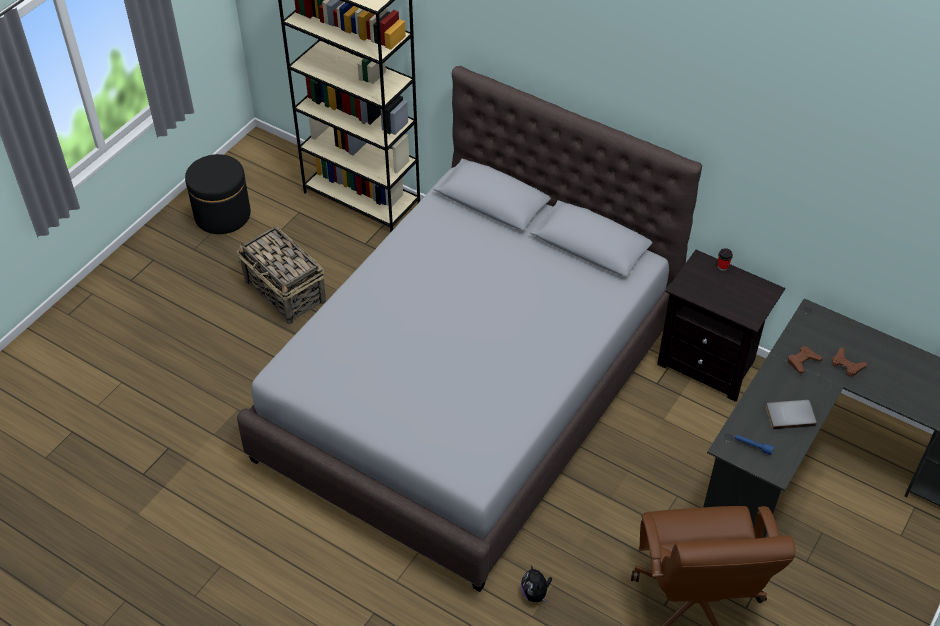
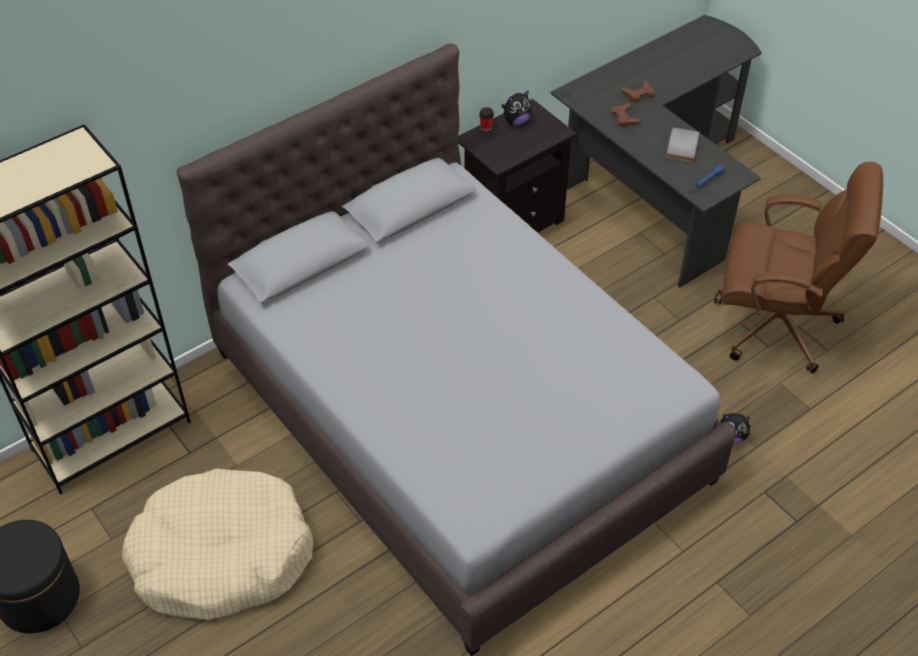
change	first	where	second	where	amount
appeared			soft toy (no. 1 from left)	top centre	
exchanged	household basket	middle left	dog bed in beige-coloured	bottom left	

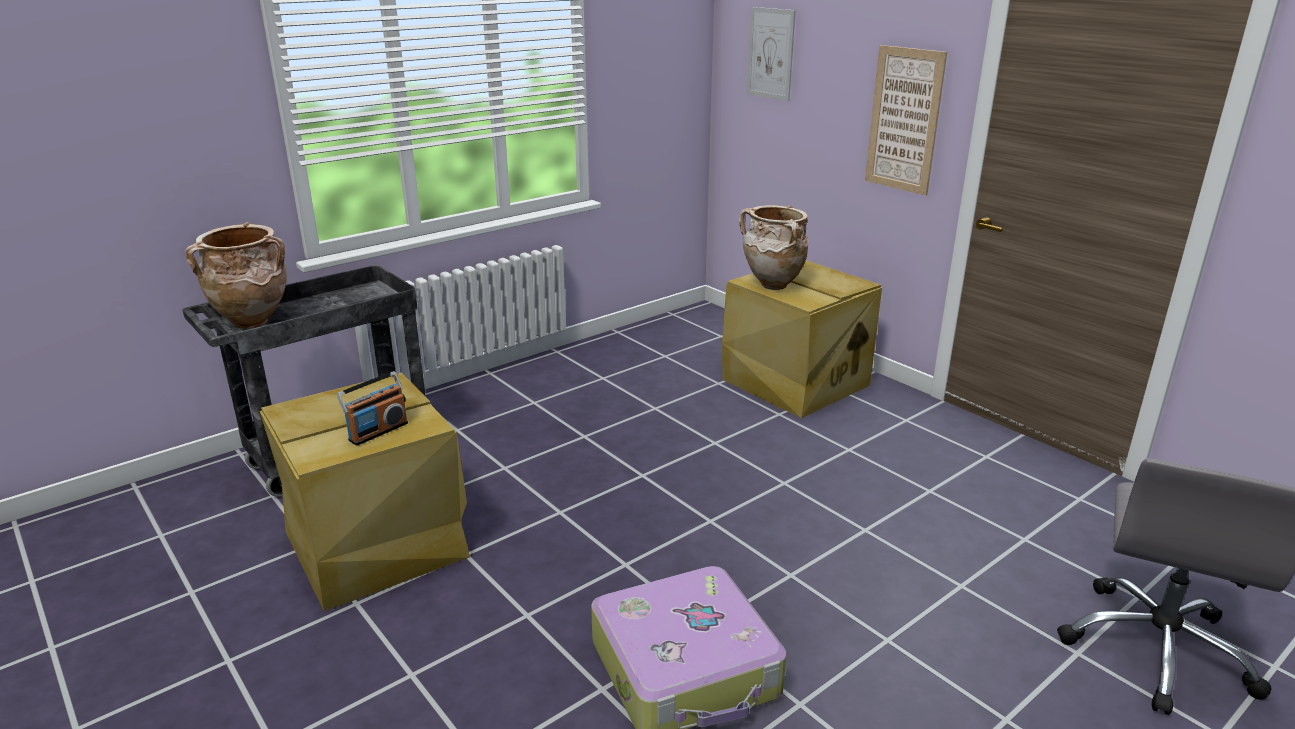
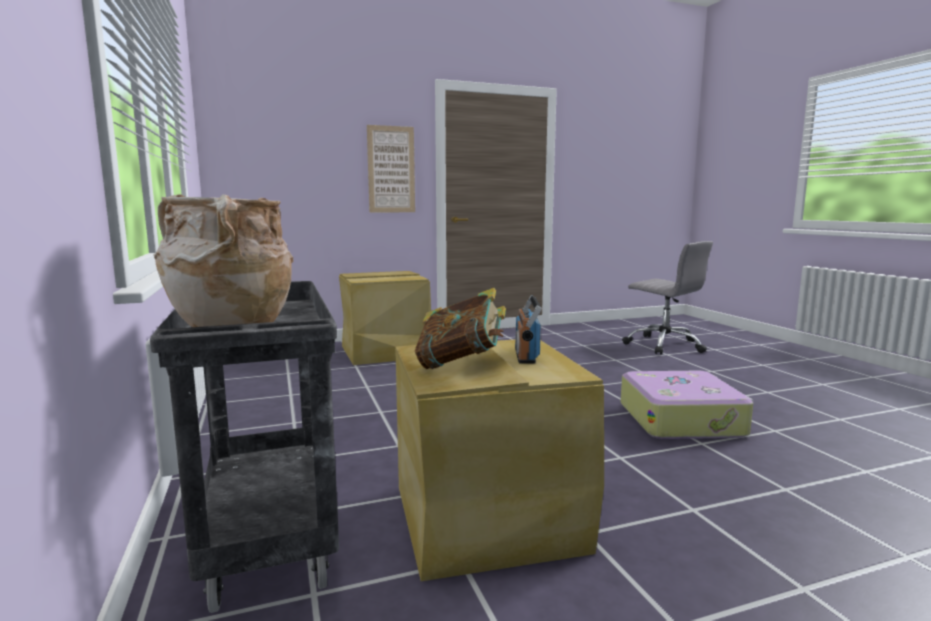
change	first	where	second	where	amount
missing	flower vase in beige-coloured (no. 2 from left)	centre			
missing	wall picture (no. 1 from left)	top centre			
appeared			book	centre	
spun	radio	middle left		centre	150 degrees counterclockwise

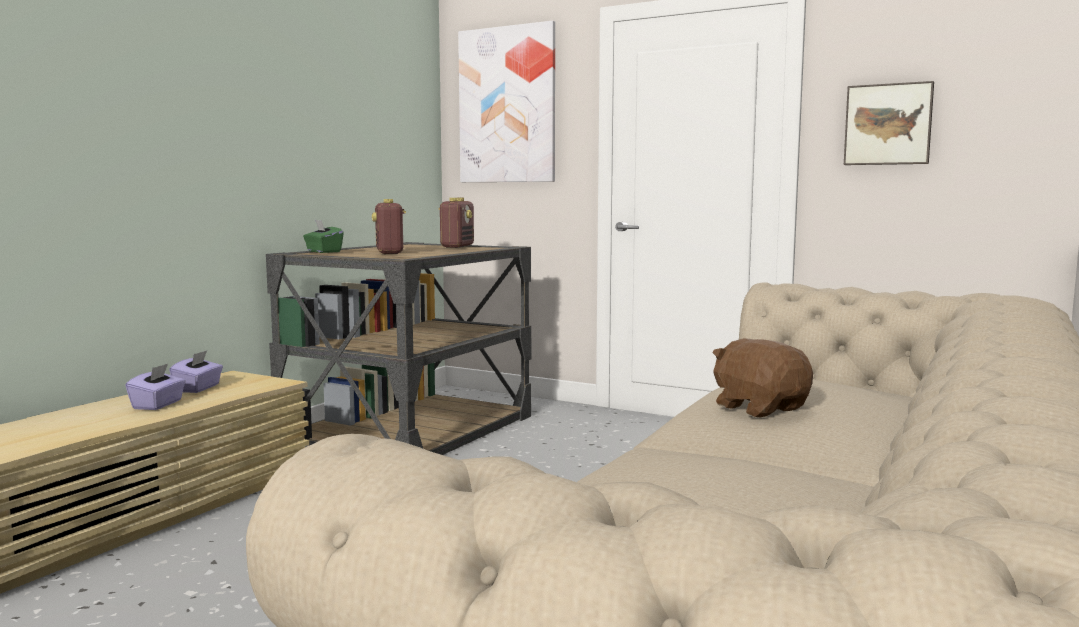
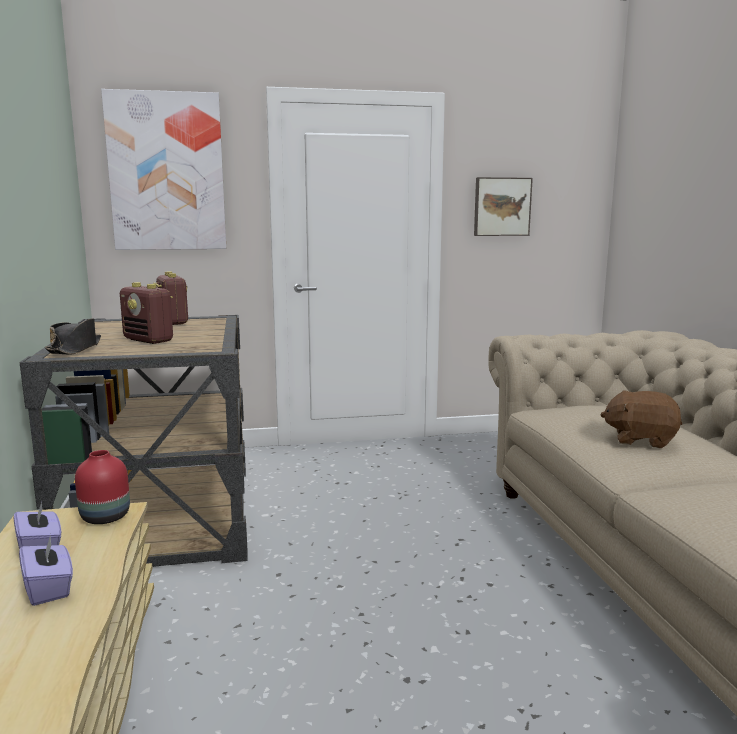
change	first	where	second	where	amount
appeared			flower vase in reddish	middle left	
exchanged	box of tissues in green-coloured	middle left	clothing hat in black	middle left	

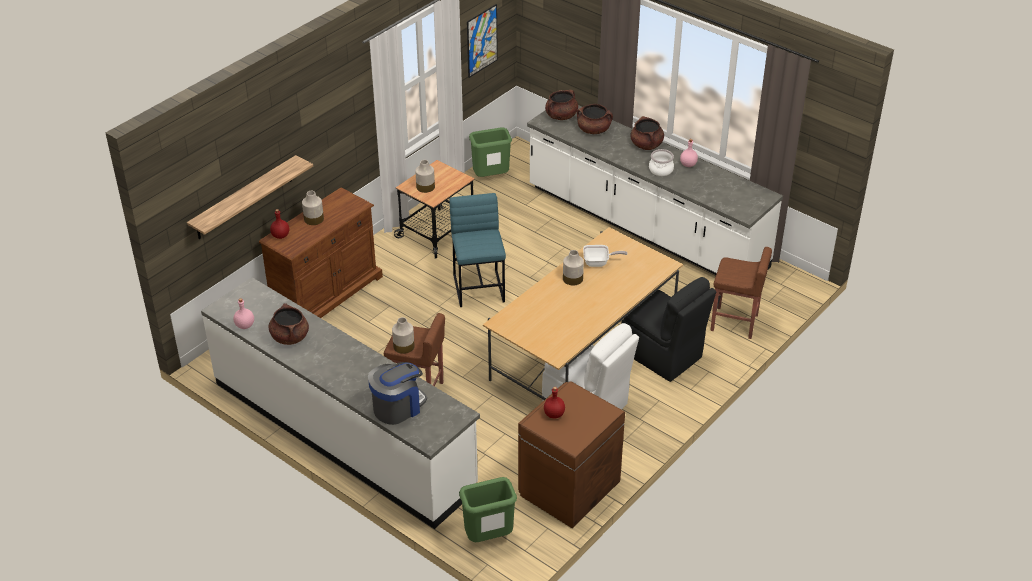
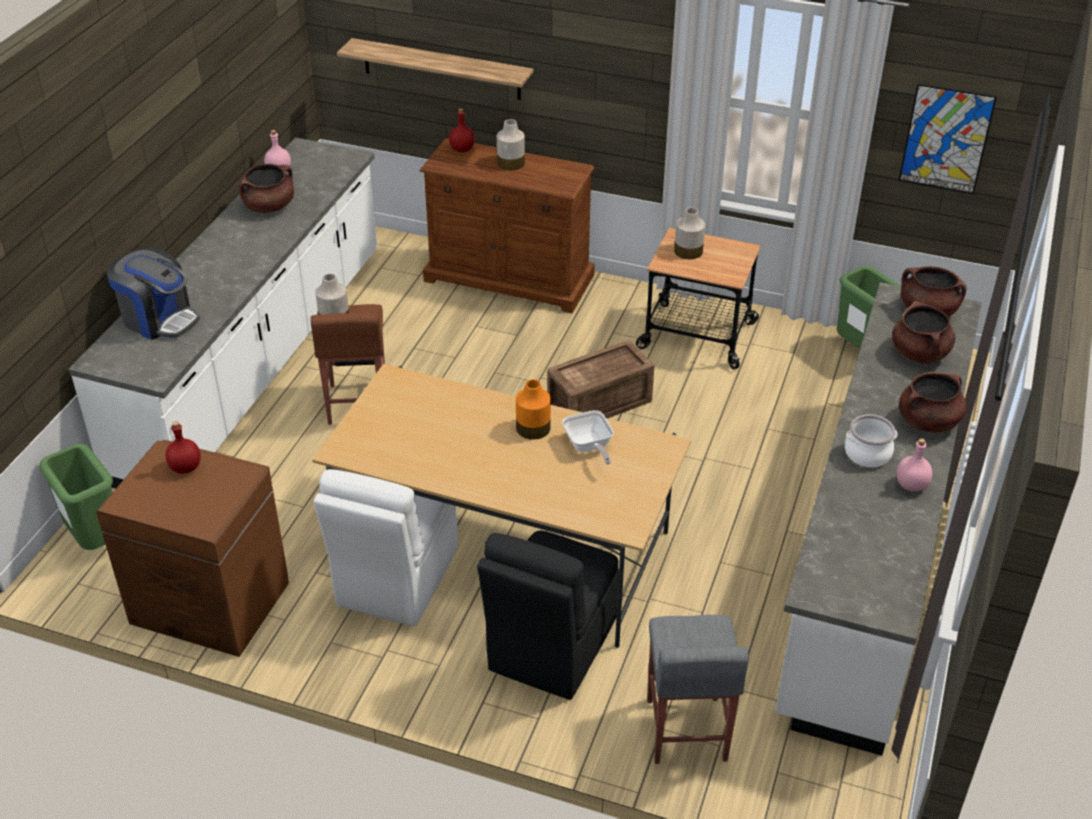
change	first	where	second	where	amount
exchanged	stool in bluish	centre	packing crate	centre	
colour	flower vase in beige-coloured (no. 4 from left)	centre	flower vase in orange-coloured	centre	
colour	stool in brownish (no. 2 from left)	middle right	stool in greyish	bottom centre	

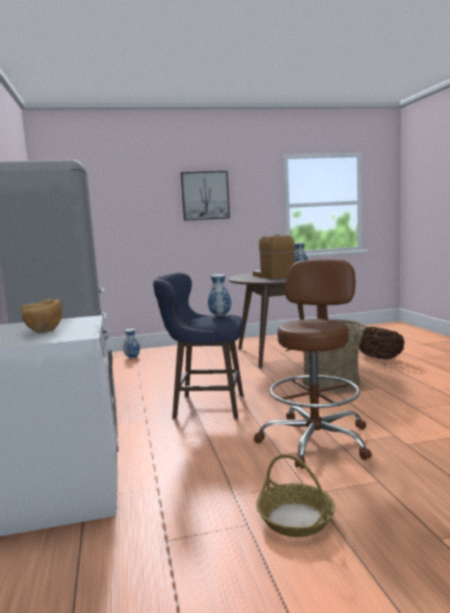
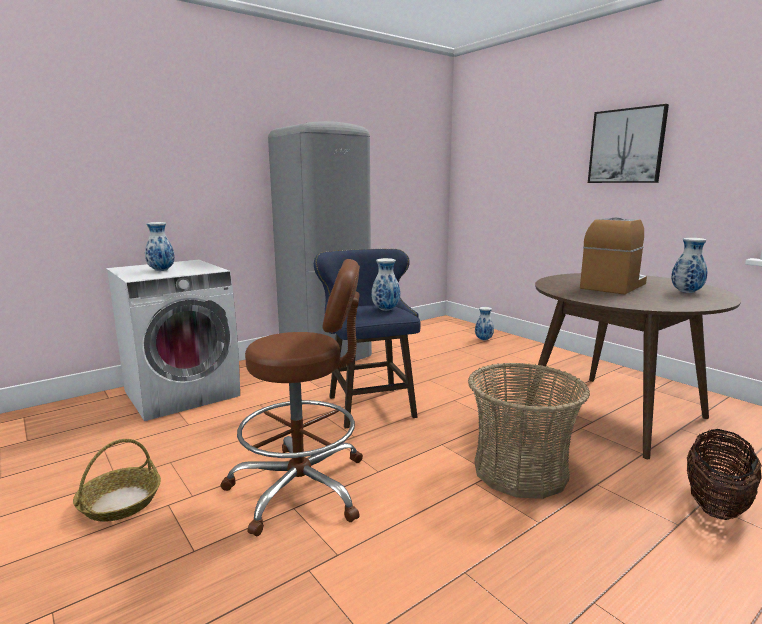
change	first	where	second	where	amount
exchanged	deep dish in brownish	middle left	flower vase (no. 1 from left)	middle left	

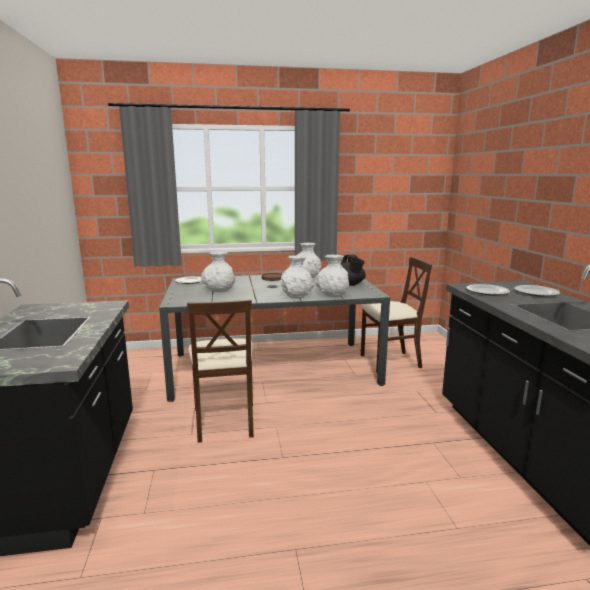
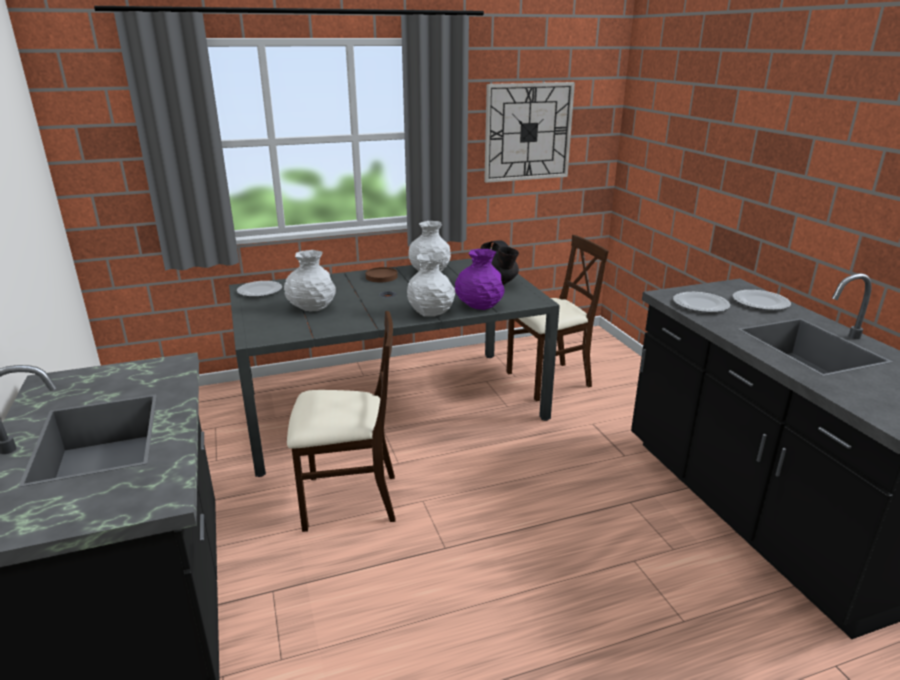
change	first	where	second	where	amount
appeared			clock on the wall	top centre	
colour	flower vase in whitish (no. 4 from left)	centre	flower vase in purple	centre	
spun	chair in beige-coloured (no. 1 from left)	centre		centre	75 degrees counterclockwise

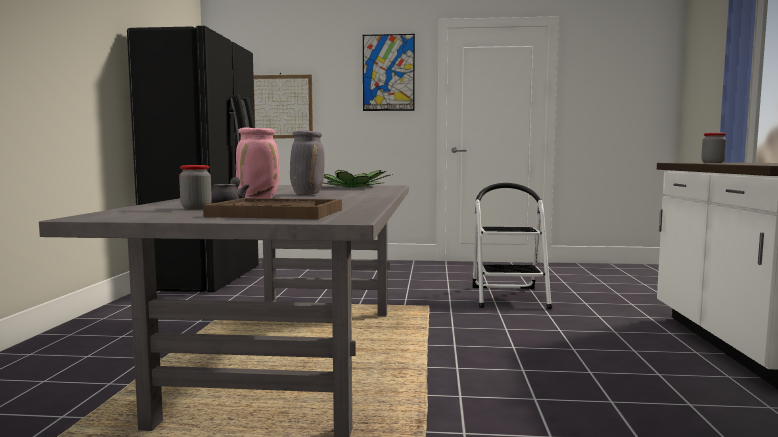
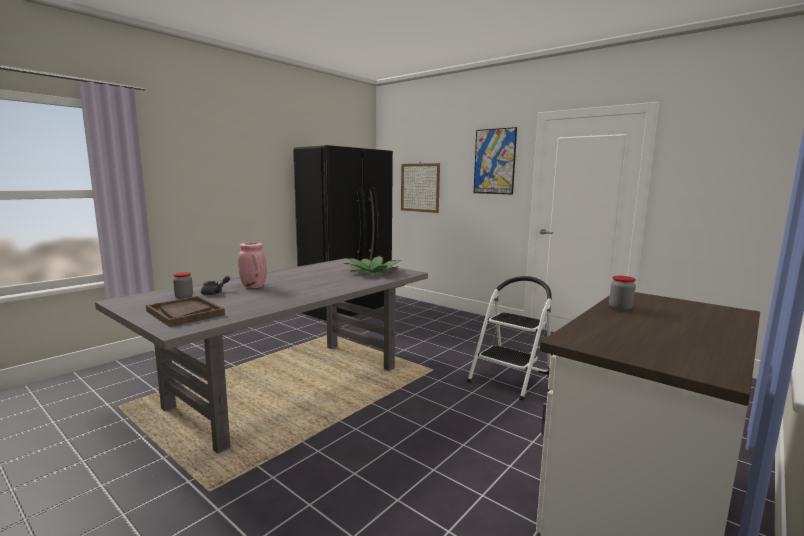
change	first	where	second	where	amount
missing	flower vase in greyish	centre			

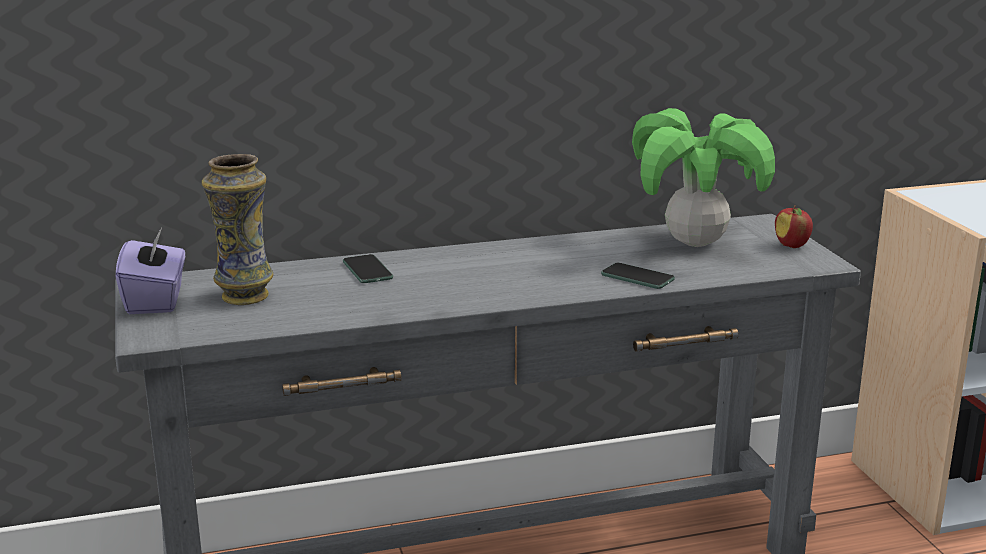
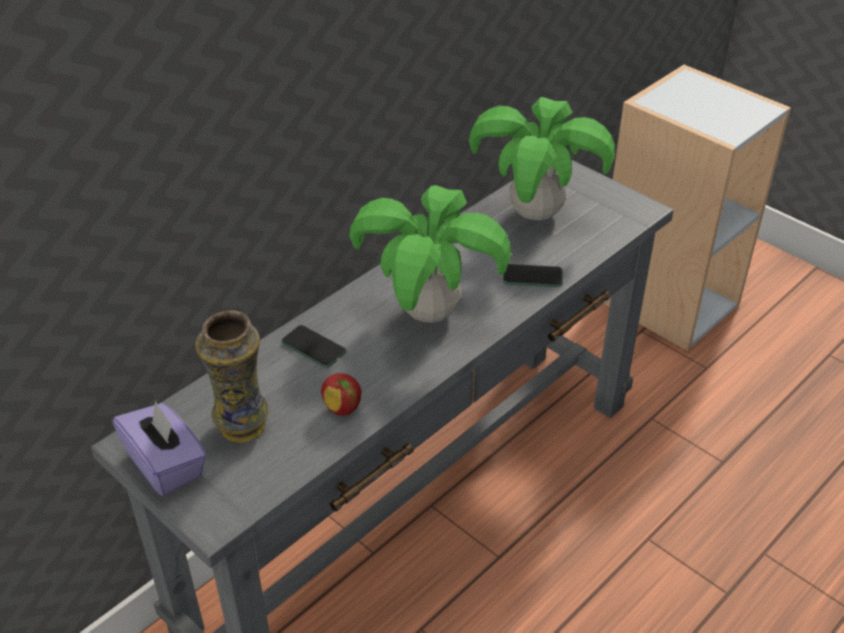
change	first	where	second	where	amount
appeared			potted plant (no. 1 from left)	centre	
relocated	apple fruit	middle right		centre	

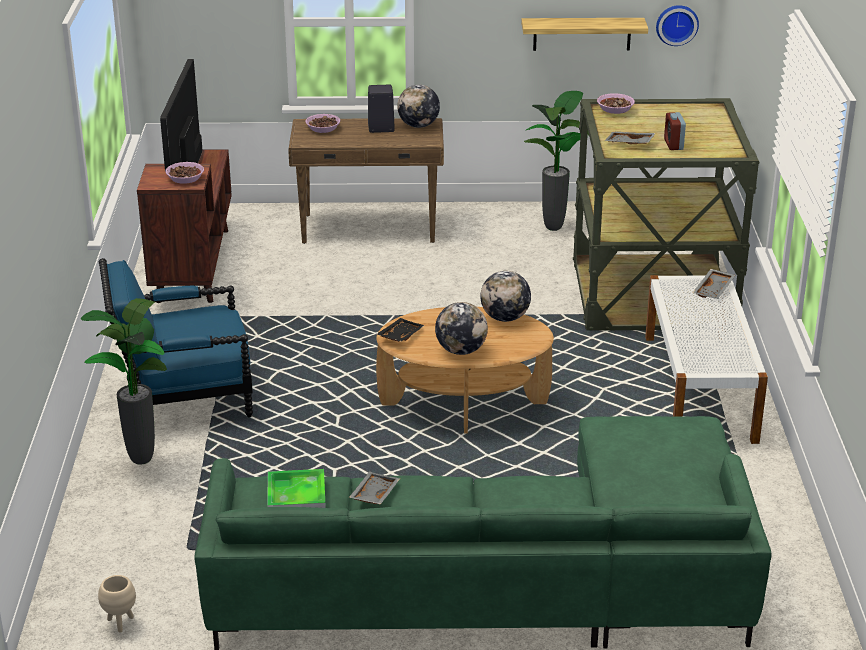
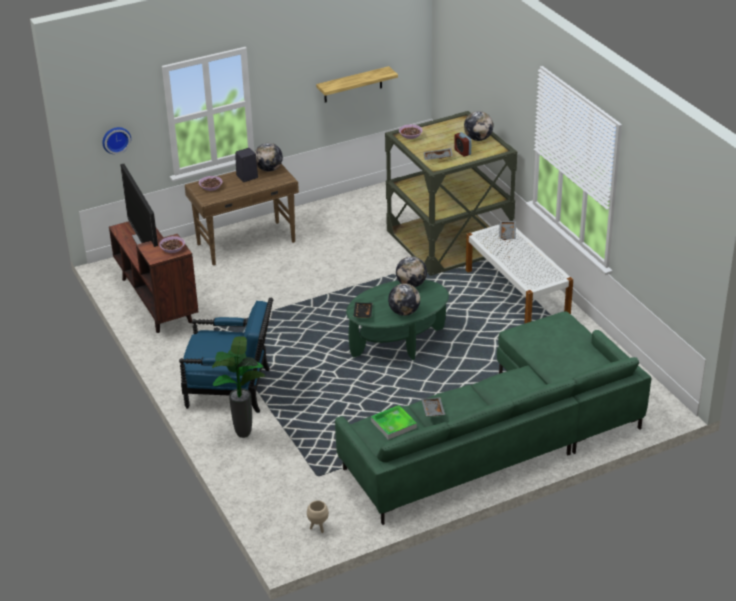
change	first	where	second	where	amount
missing	potted plant (no. 2 from left)	top centre			
appeared			desk globe (no. 4 from left)	top centre	
relocated	clock on the wall	top right		top left	
colour	low table in brownish	centre	low table in green-coloured	centre	
spun	armchair in bluish	middle left		middle left	135 degrees counterclockwise

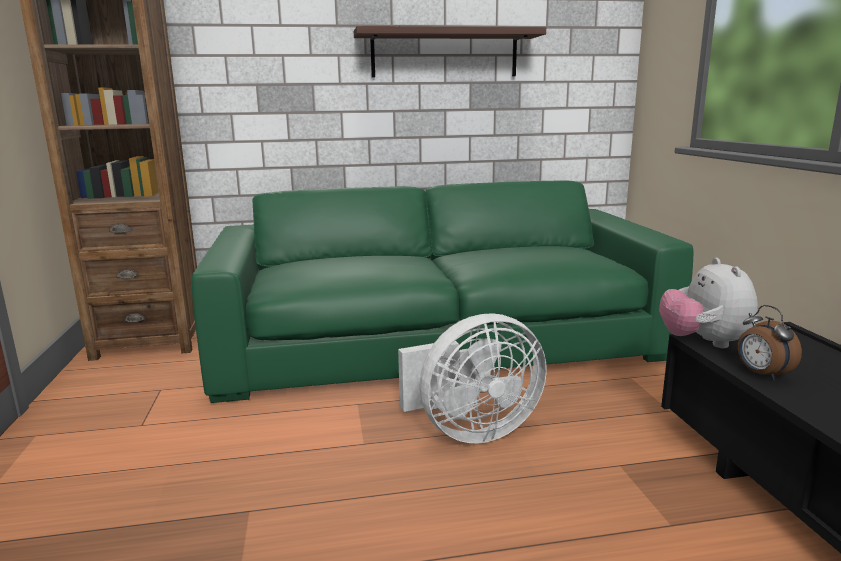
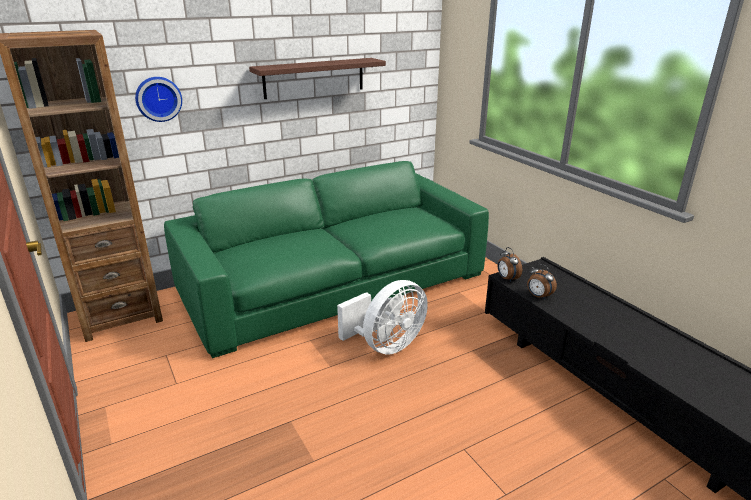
change	first	where	second	where	amount
appeared			clock on the wall	top left	
exchanged	soft toy	middle right	bedside clock (no. 1 from left)	middle right	

